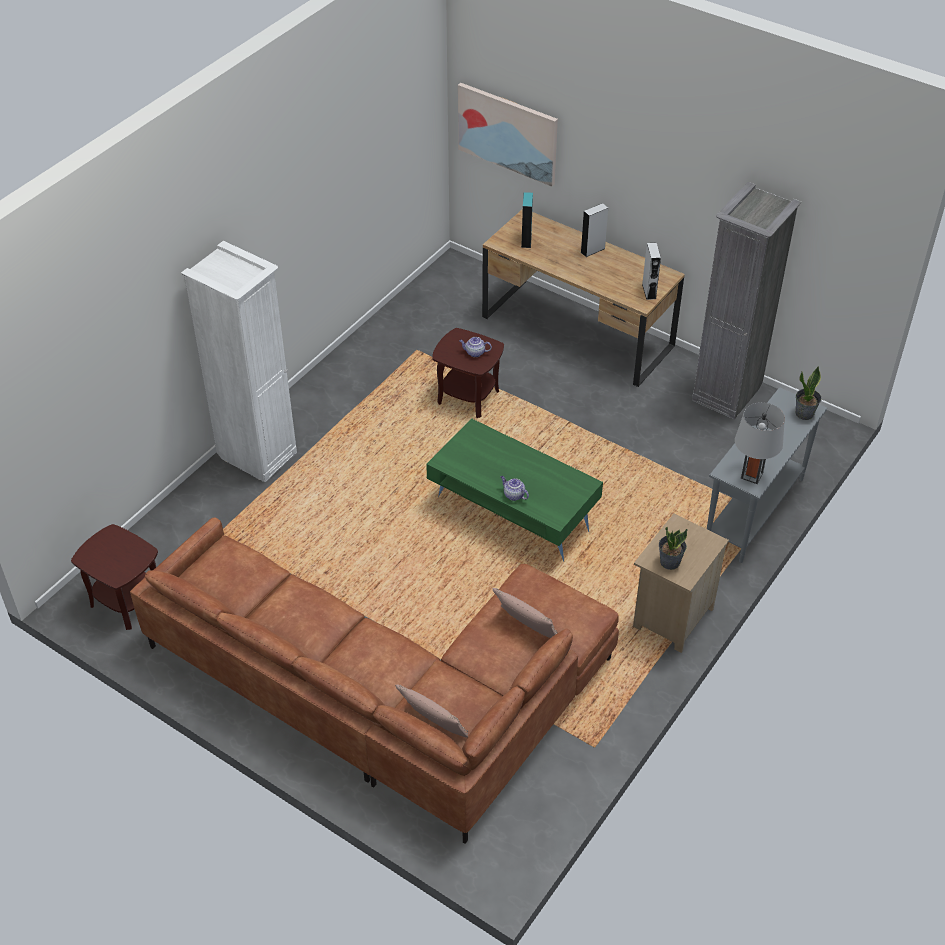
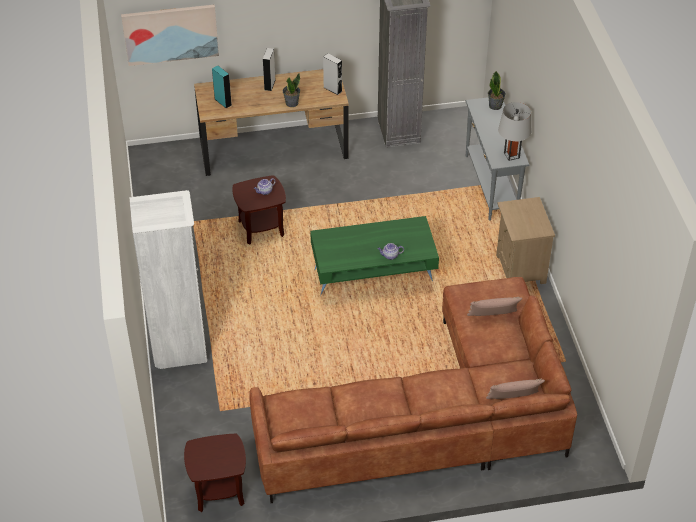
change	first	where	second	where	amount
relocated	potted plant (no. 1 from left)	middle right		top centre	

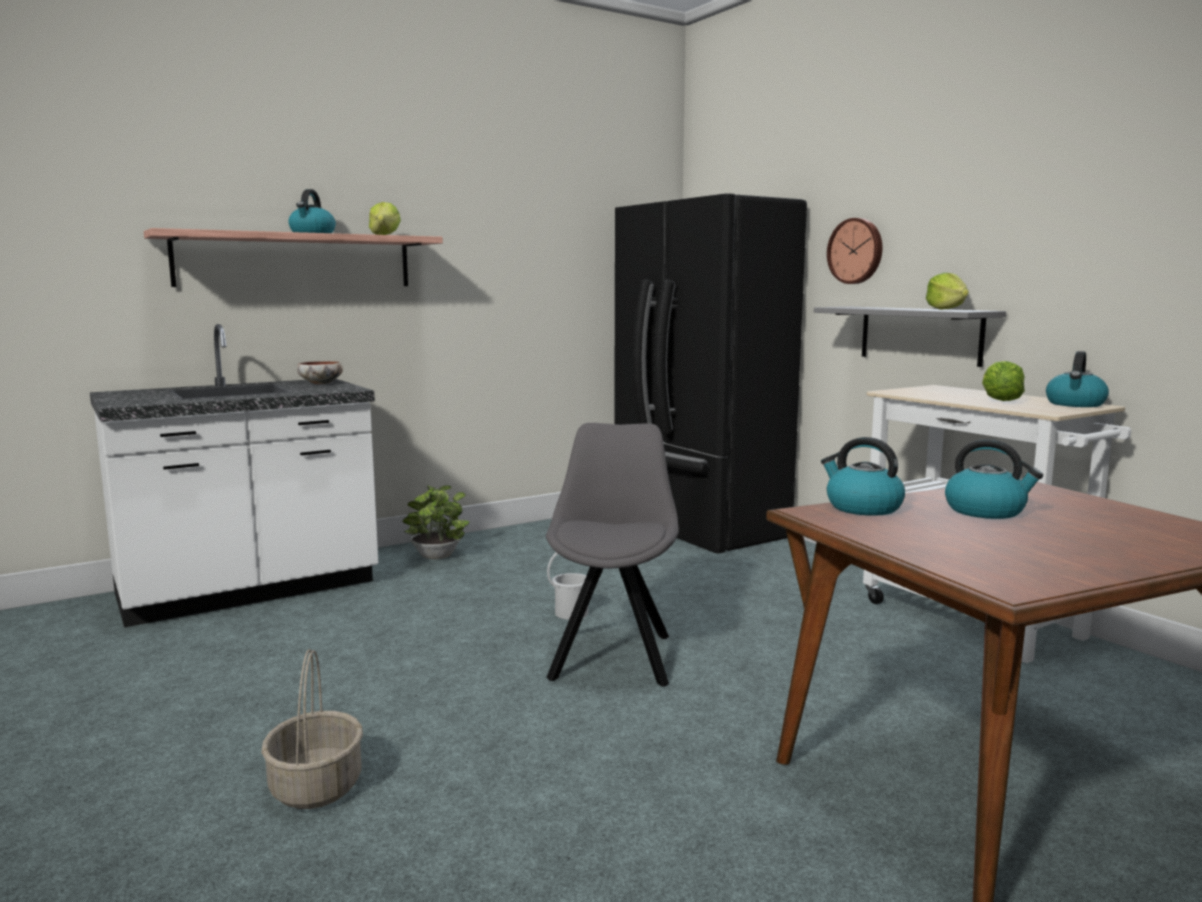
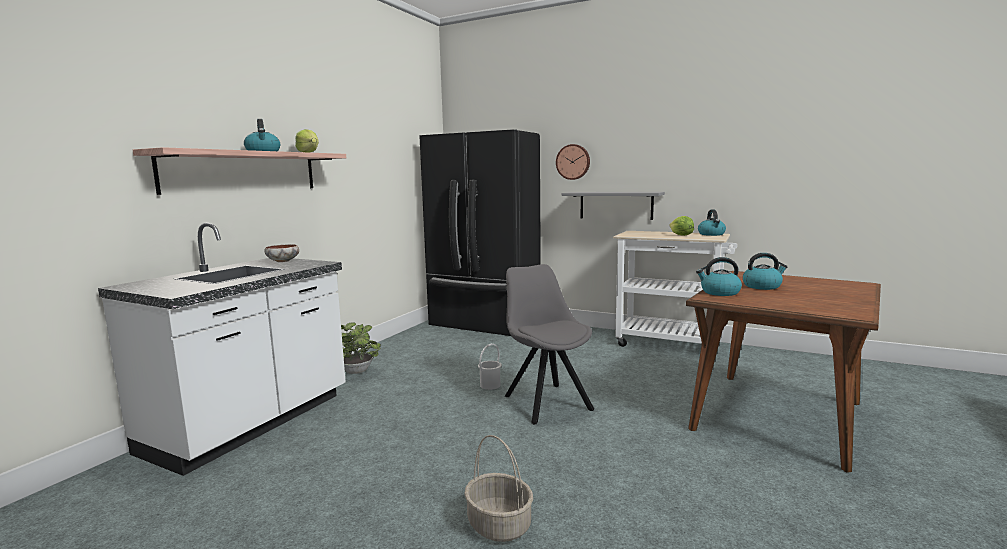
change	first	where	second	where	amount
missing	lettuce (no. 2 from left)	top right			

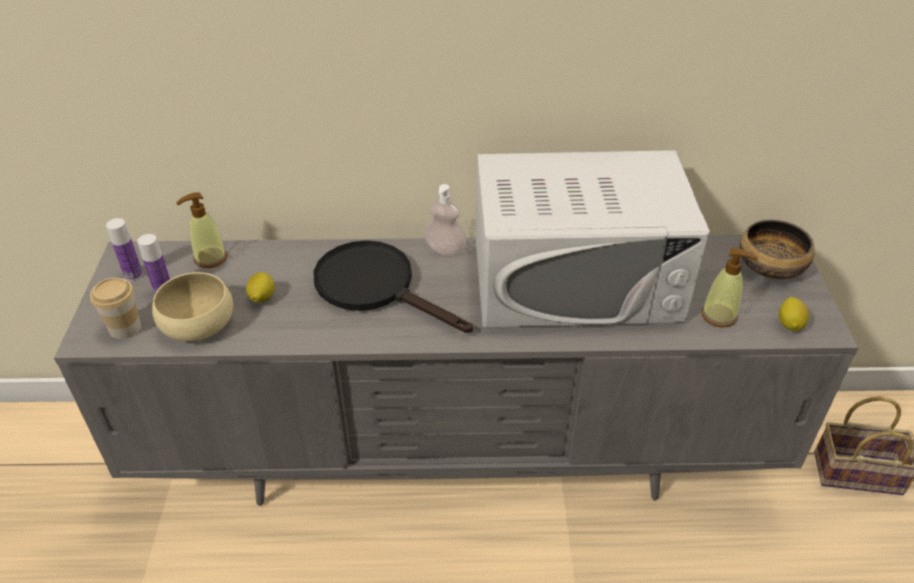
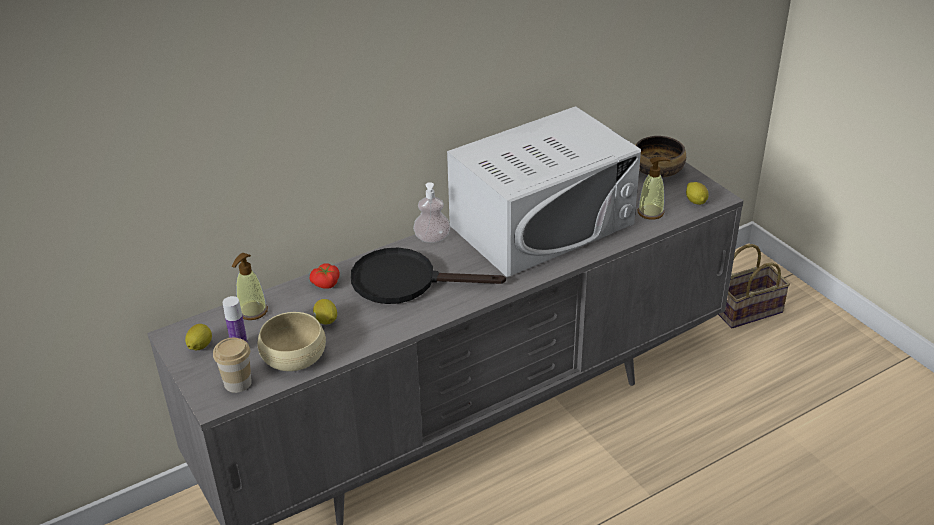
change	first	where	second	where	amount
appeared			fresh tomato	centre	
exchanged	beverage bottle (no. 1 from left)	middle left	lemon (no. 1 from left)	middle left	

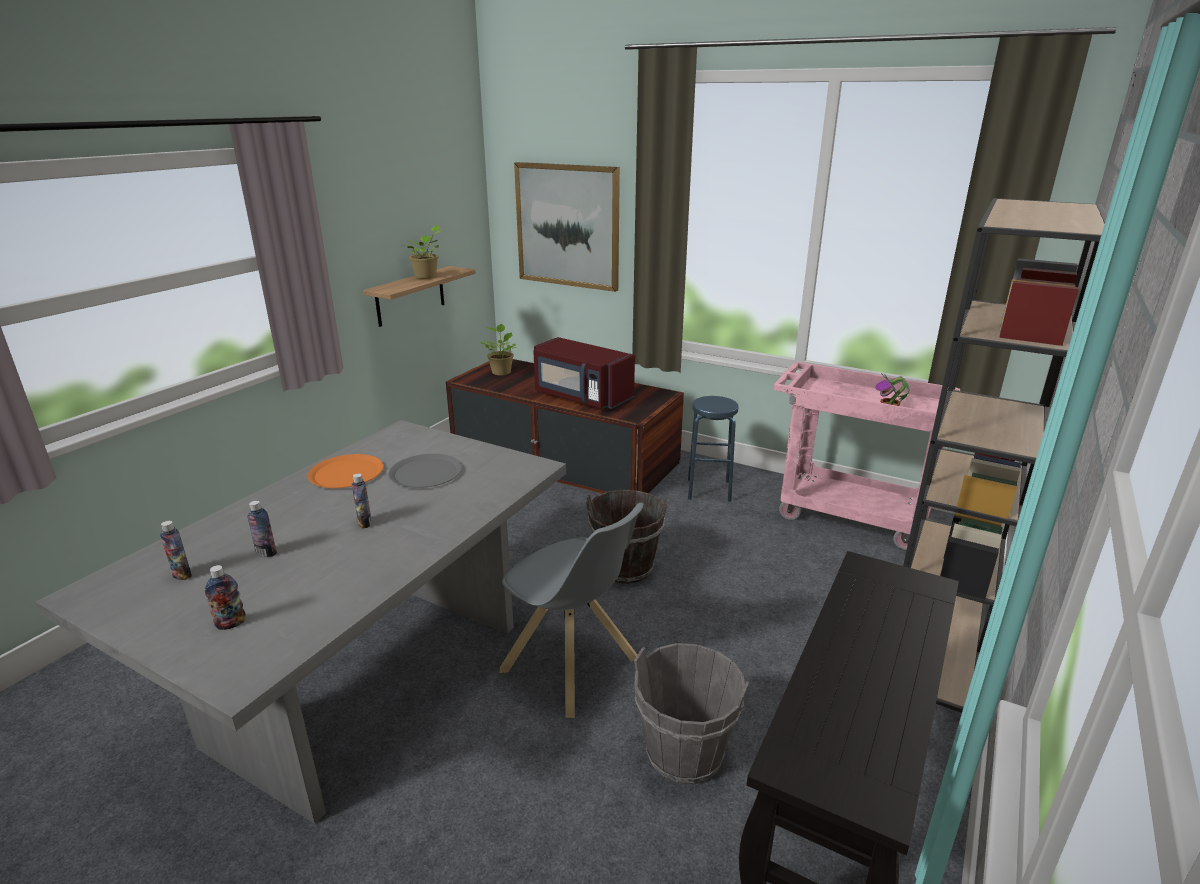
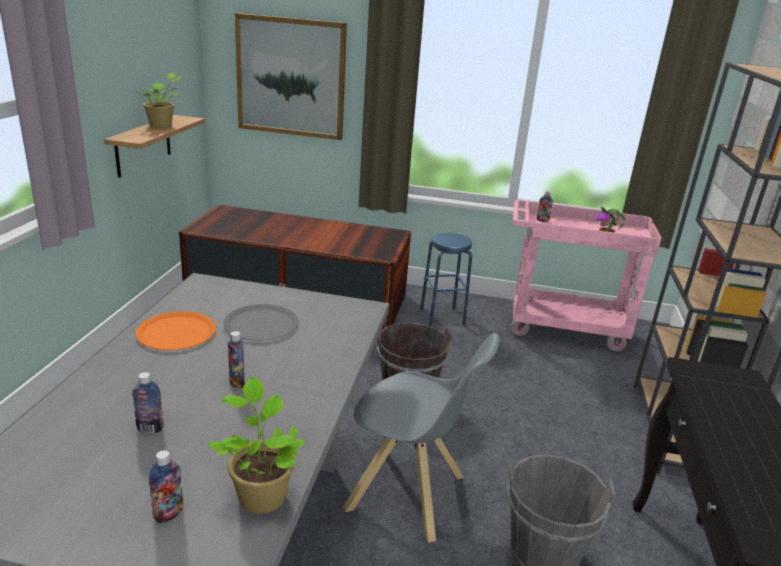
change	first	where	second	where	amount
missing	kitchen microwave in reddish	centre			
relocated	beverage bottle (no. 1 from left in the first image)	middle left	beverage bottle (no. 4 from left)	middle right	
relocated	potted plant (no. 2 from left)	centre		bottom left	

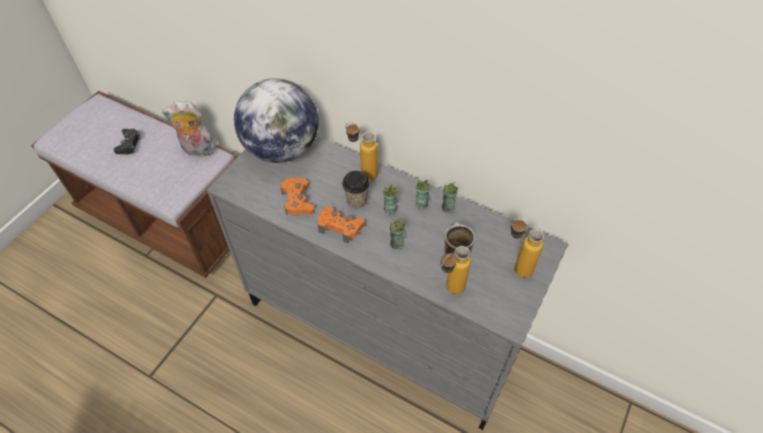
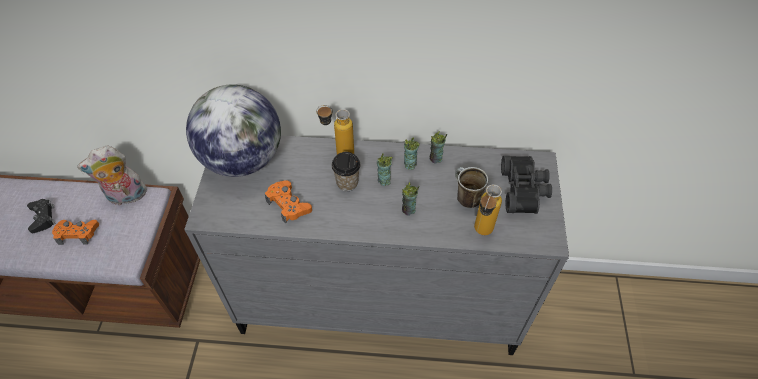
change	first	where	second	where	amount
relocated	game controller in orange-coloured (no. 2 from left in the first image)	centre	game controller in orange-coloured (no. 1 from left)	middle left	
exchanged	beverage bottle (no. 3 from left)	middle right	pair of binoculars in black	middle right	

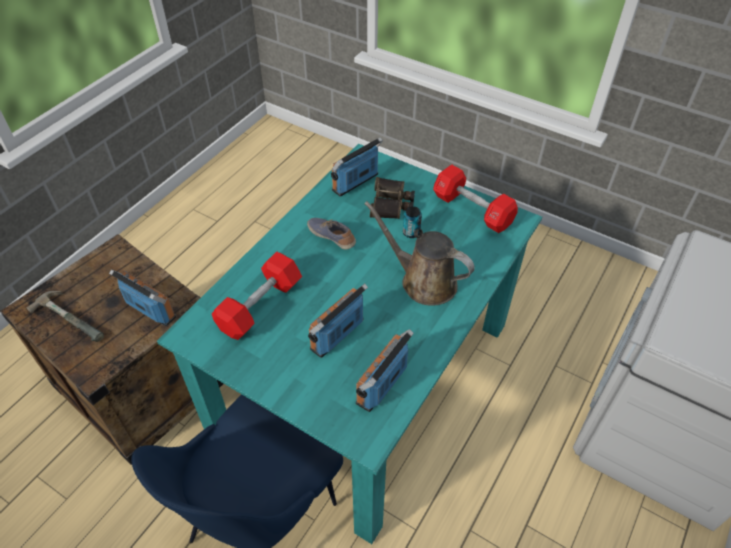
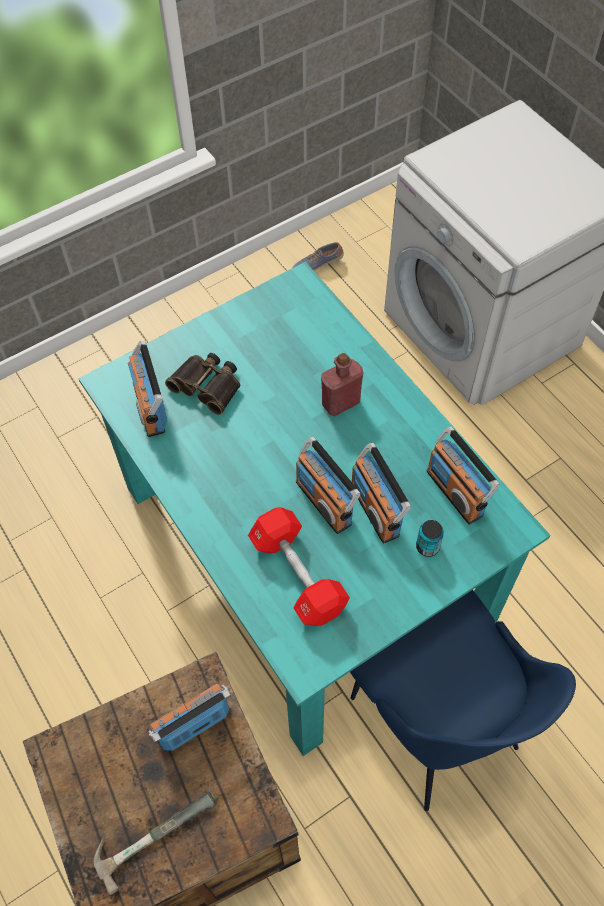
change	first	where	second	where	amount
missing	hand weight in reddish (no. 2 from left)	centre			
appeared			radio (no. 3 from left)	centre	
relocated	item of footwear	centre		top centre	
relocated	metal can	centre		middle right	
exchanged	watering can in brownish	centre	beverage bottle in reddish	centre	

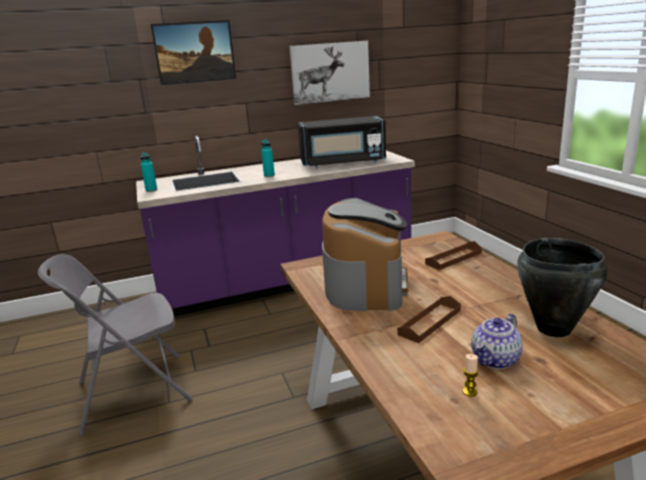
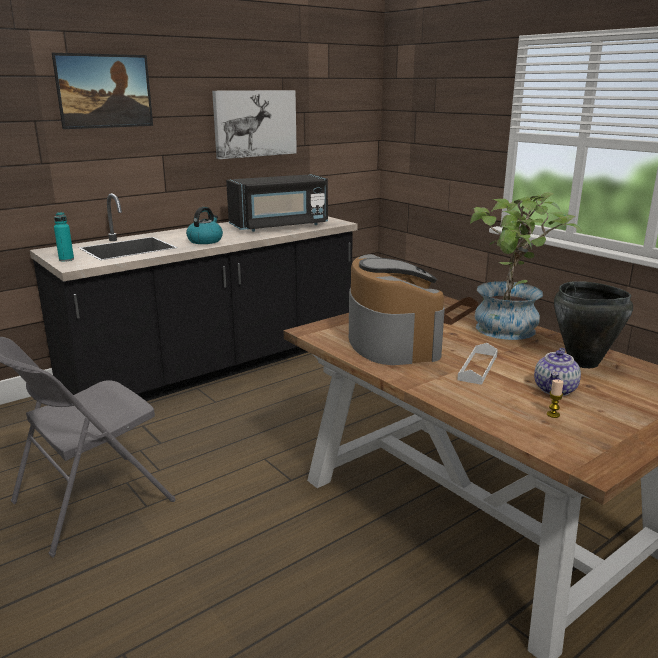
change	first	where	second	where	amount
appeared			potted plant	middle right	
exchanged	beverage bottle in turquoise (no. 2 from left)	top centre	water kettle	middle left	
colour	counter in purple	centre	counter in black	middle left	
colour	carrying tray in brownish (no. 1 from left)	centre	carrying tray in whitish	middle right	

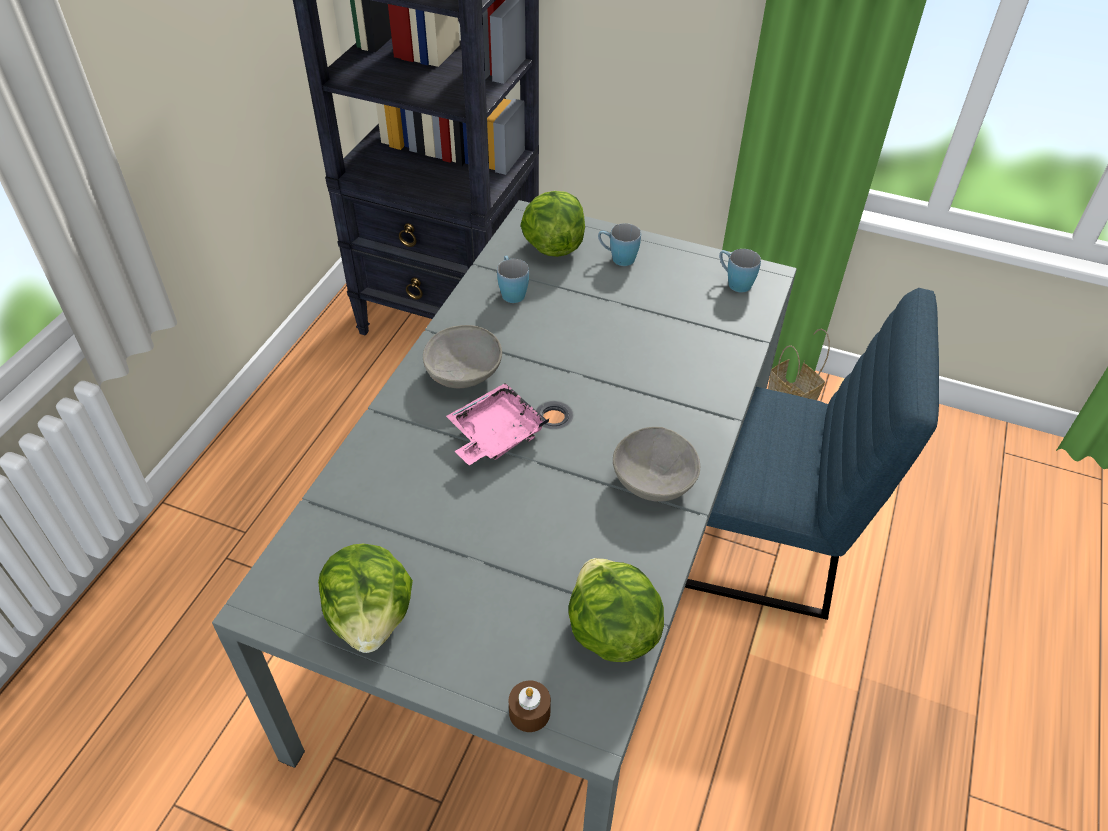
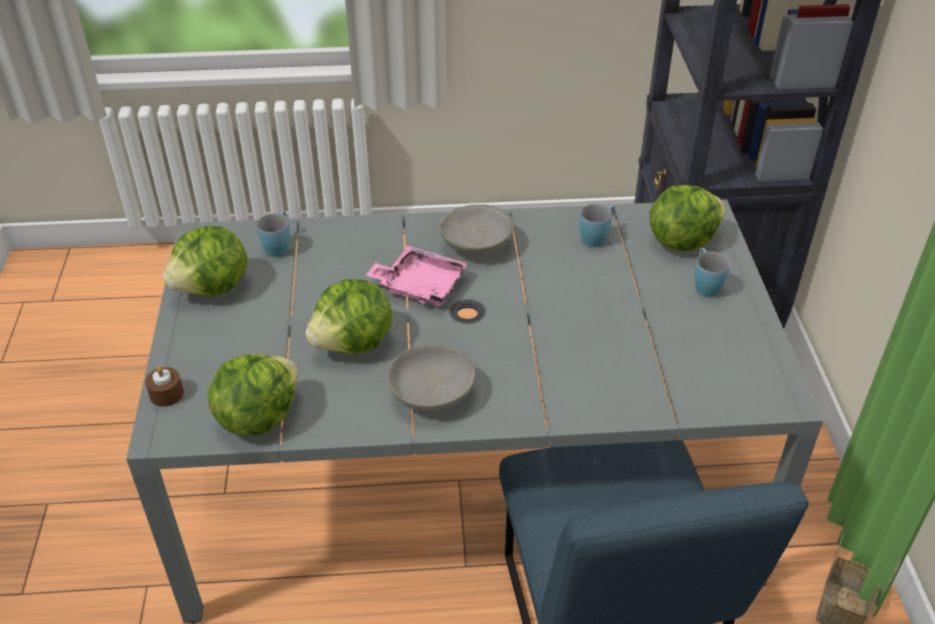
change	first	where	second	where	amount
appeared			lettuce (no. 3 from left)	centre	
relocated	coffee mug in bluish (no. 3 from left in the first image)	top right	coffee mug in bluish (no. 1 from left)	middle left	

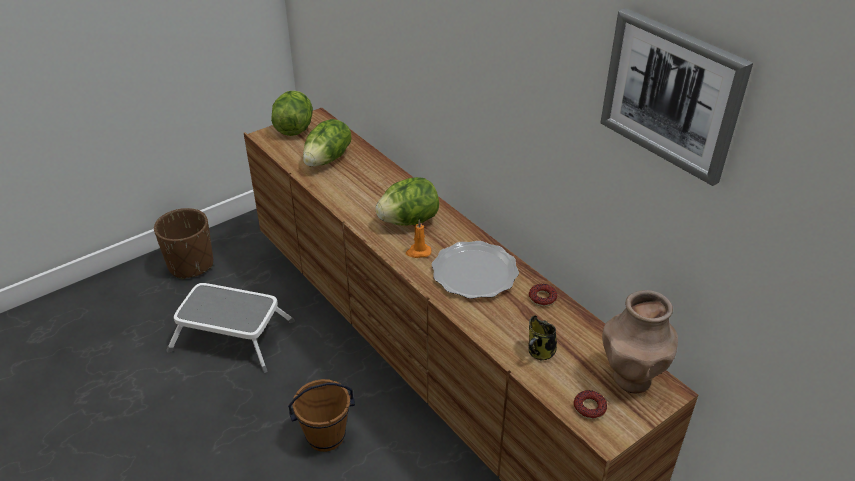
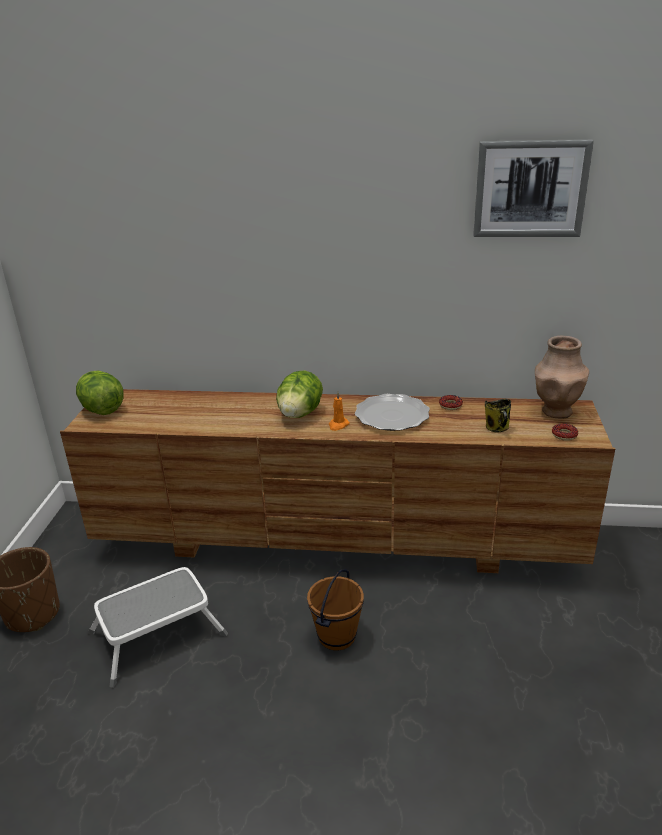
change	first	where	second	where	amount
missing	lettuce (no. 2 from left)	top centre			

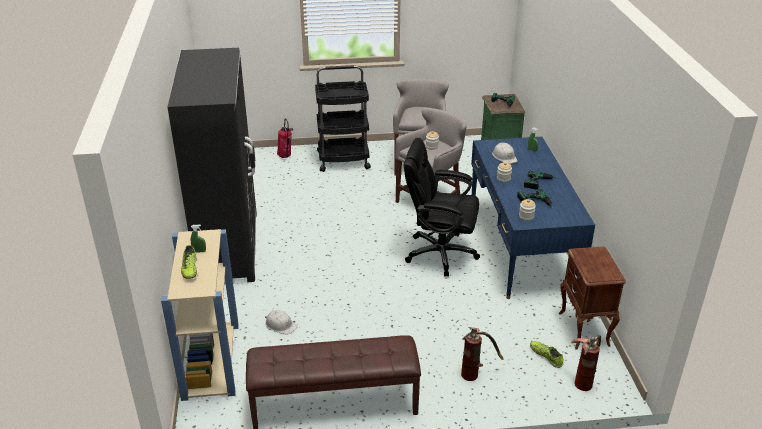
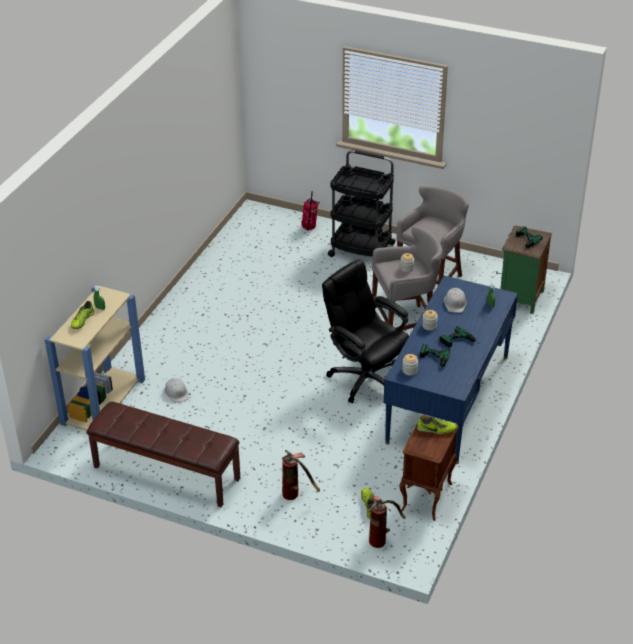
change	first	where	second	where	amount
missing	storage cabinet in black	middle left			
appeared			item of footwear (no. 3 from left)	middle right	

